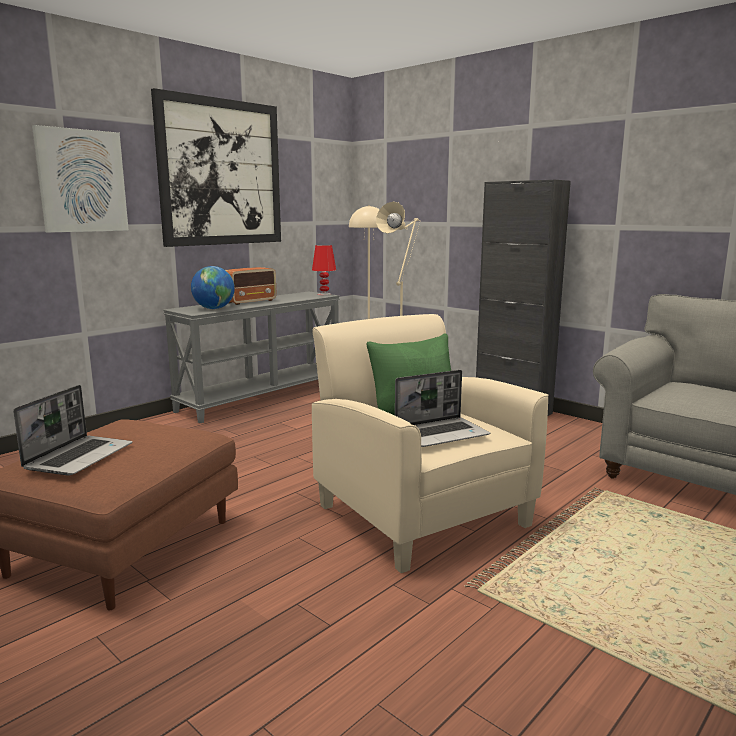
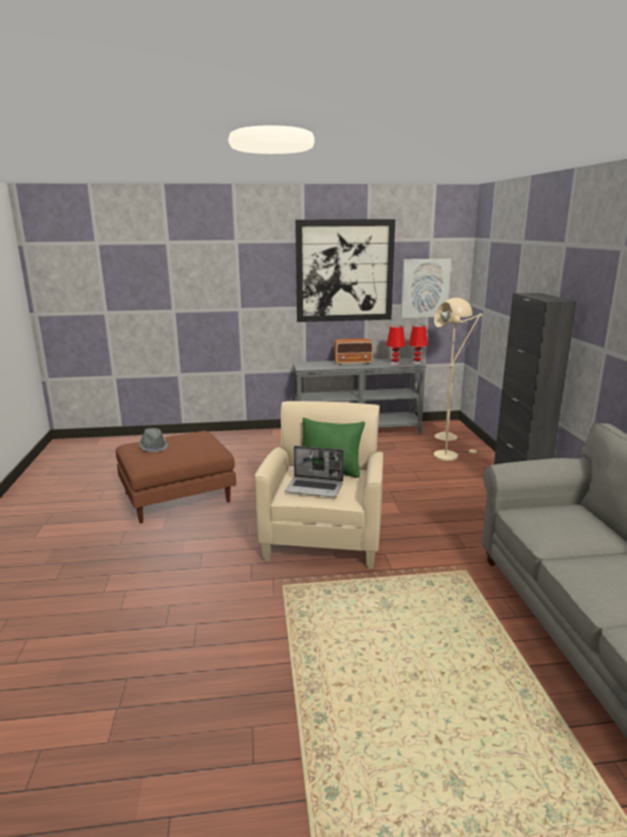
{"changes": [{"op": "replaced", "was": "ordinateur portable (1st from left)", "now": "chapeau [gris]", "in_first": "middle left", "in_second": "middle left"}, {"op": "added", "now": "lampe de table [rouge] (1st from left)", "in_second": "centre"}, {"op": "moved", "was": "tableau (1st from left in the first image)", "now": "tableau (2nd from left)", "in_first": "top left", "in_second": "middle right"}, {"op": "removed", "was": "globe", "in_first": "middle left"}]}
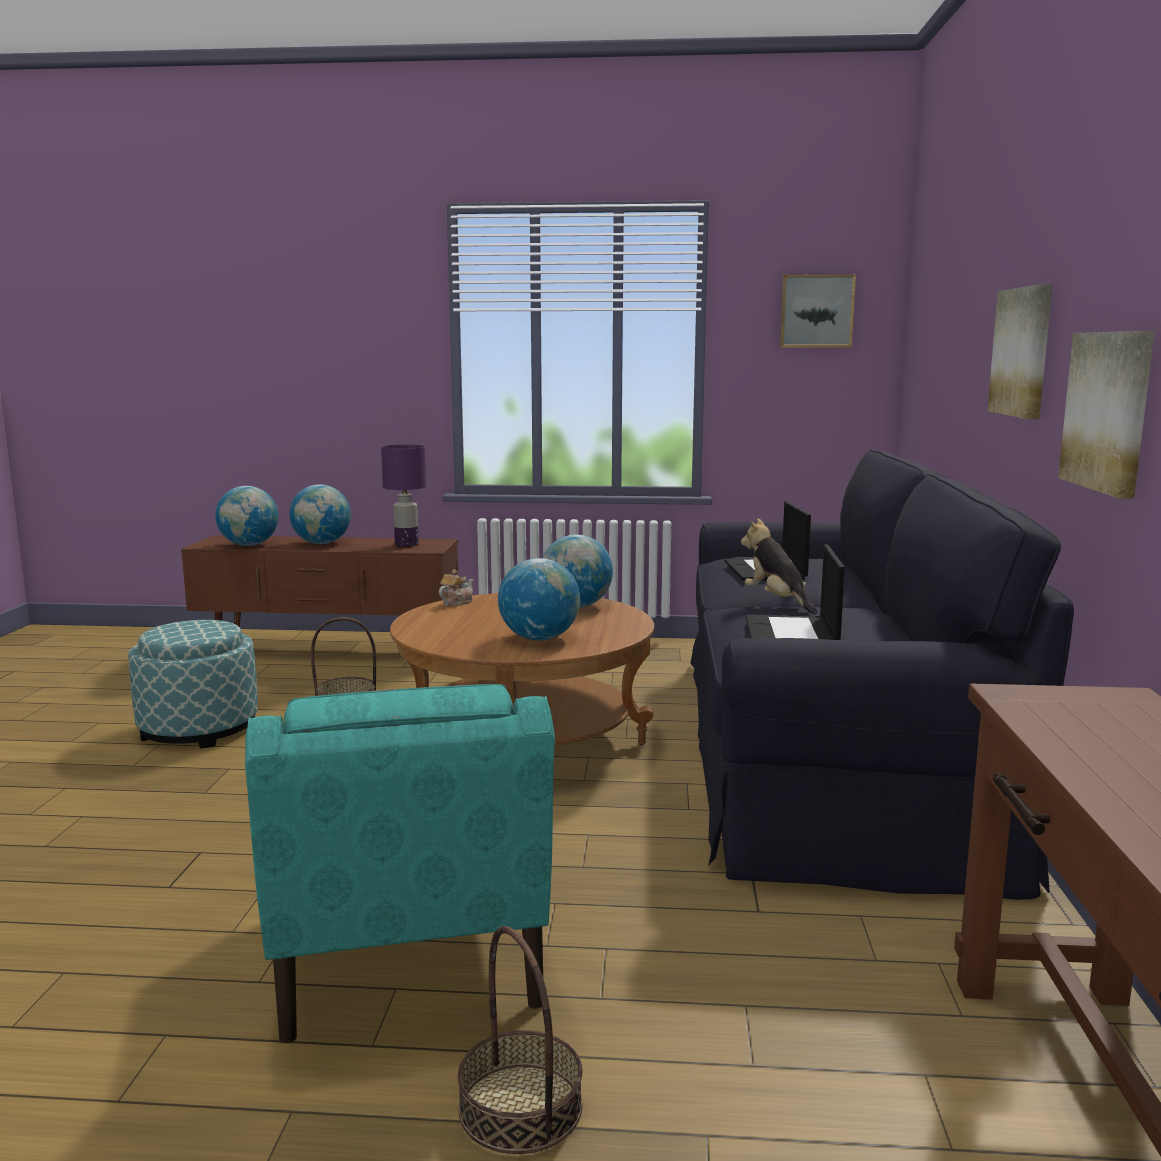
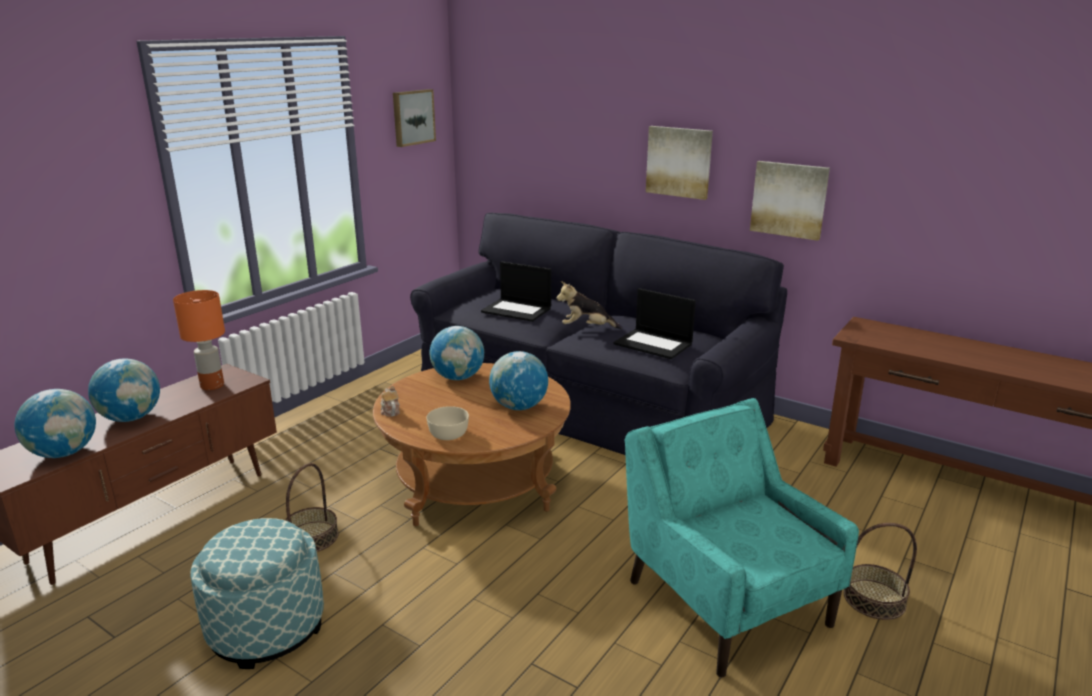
{"changes": [{"op": "recoloured", "was": "lampe de table [violet]", "now": "lampe de table [orange]", "in_first": "centre", "in_second": "middle left"}, {"op": "added", "now": "bol [beige]", "in_second": "centre"}, {"op": "turned", "was": "fauteuil [turquoise]", "in_first": "bottom centre", "in_second": "bottom right", "clockwise": -135}]}
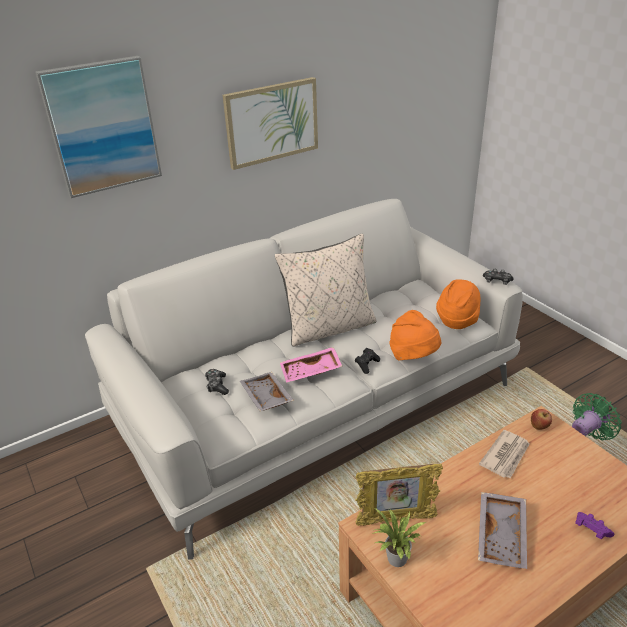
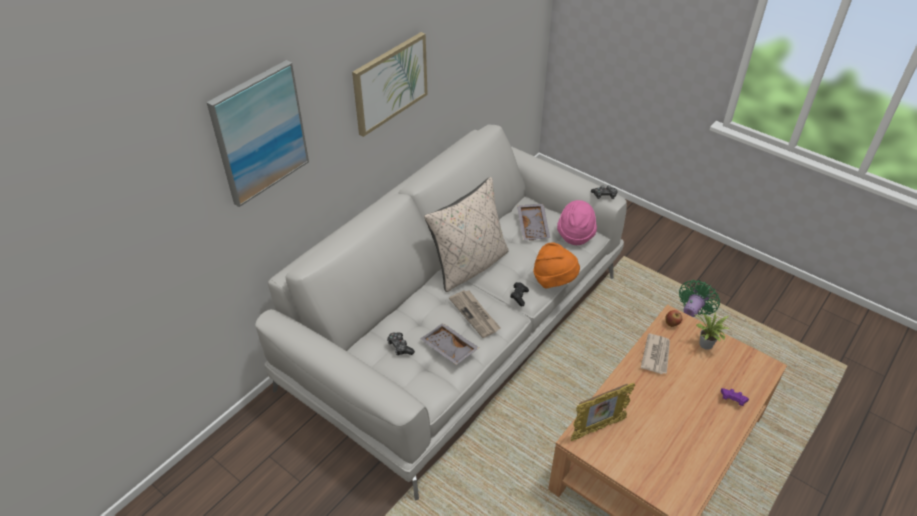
{"changes": [{"op": "replaced", "was": "plateau [rose]", "now": "journal (1st from left)", "in_first": "centre", "in_second": "centre"}, {"op": "moved", "was": "plateau [gris] (2nd from left)", "in_first": "bottom right", "in_second": "centre"}, {"op": "recoloured", "was": "chapeau [orange] (2nd from left)", "now": "chapeau [rose]", "in_first": "middle right", "in_second": "centre"}, {"op": "moved", "was": "plante en pot", "in_first": "bottom centre", "in_second": "middle right"}]}
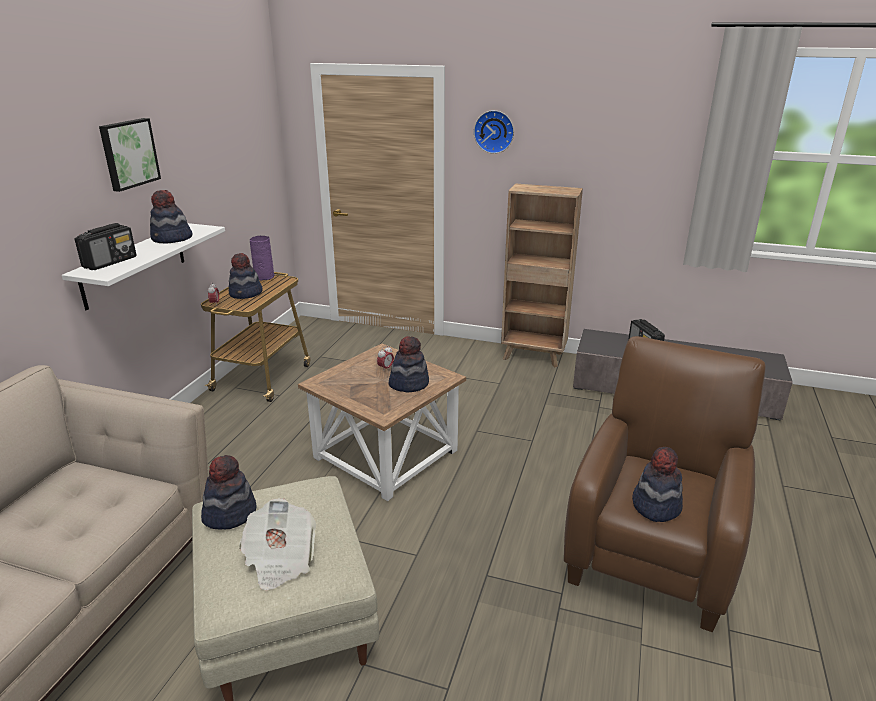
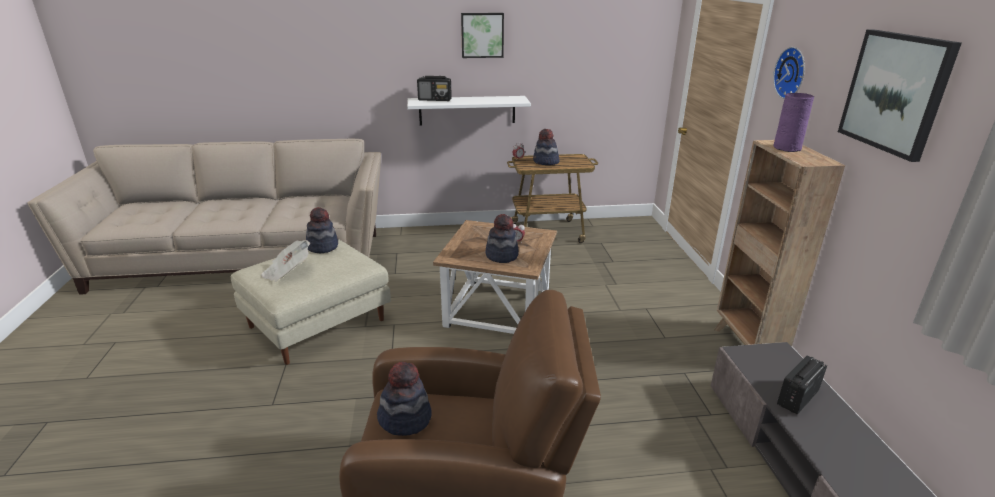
{"changes": [{"op": "moved", "was": "vase [violet]", "in_first": "middle left", "in_second": "top right"}, {"op": "added", "now": "tableau (2nd from left)", "in_second": "top right"}, {"op": "removed", "was": "chapeau (1st from left)", "in_first": "top left"}]}
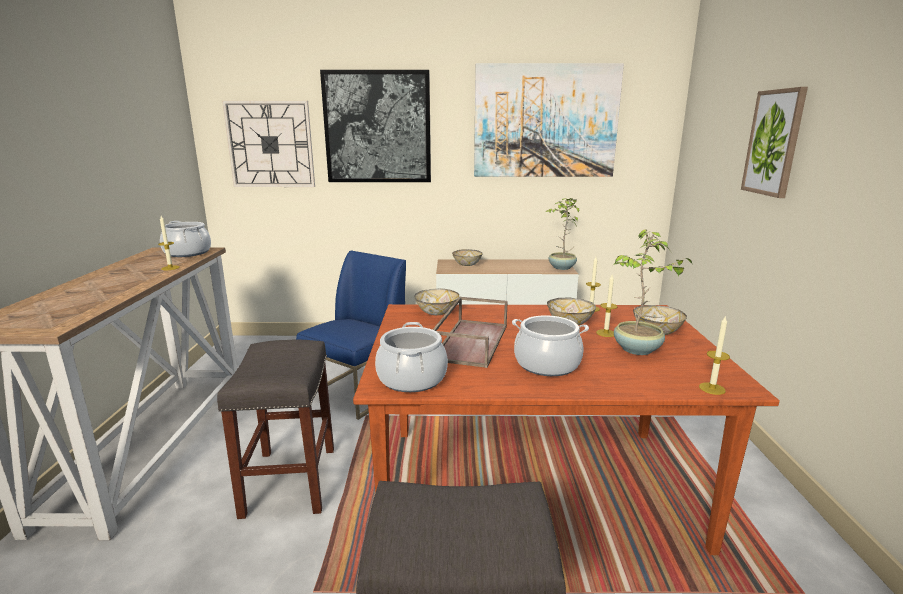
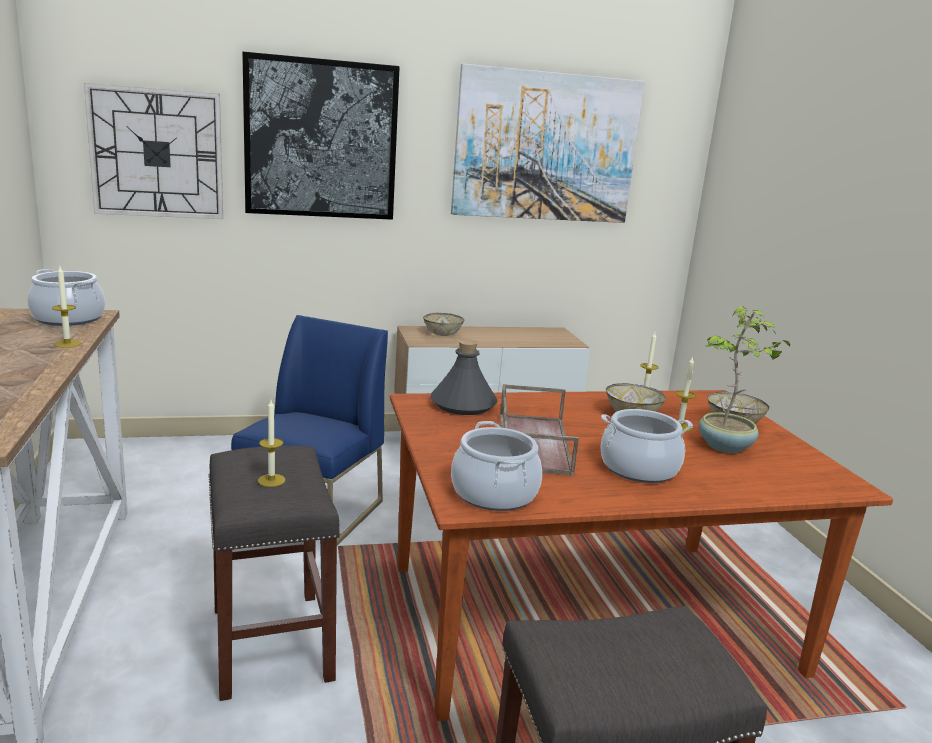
{"changes": [{"op": "moved", "was": "bougie (4th from left in the first image)", "now": "bougie (2nd from left)", "in_first": "middle right", "in_second": "middle left"}, {"op": "replaced", "was": "bol (1st from left)", "now": "bouteille [gris]", "in_first": "centre", "in_second": "centre"}, {"op": "removed", "was": "plante en pot (1st from left)", "in_first": "centre"}, {"op": "removed", "was": "tableau (3rd from left)", "in_first": "top right"}]}
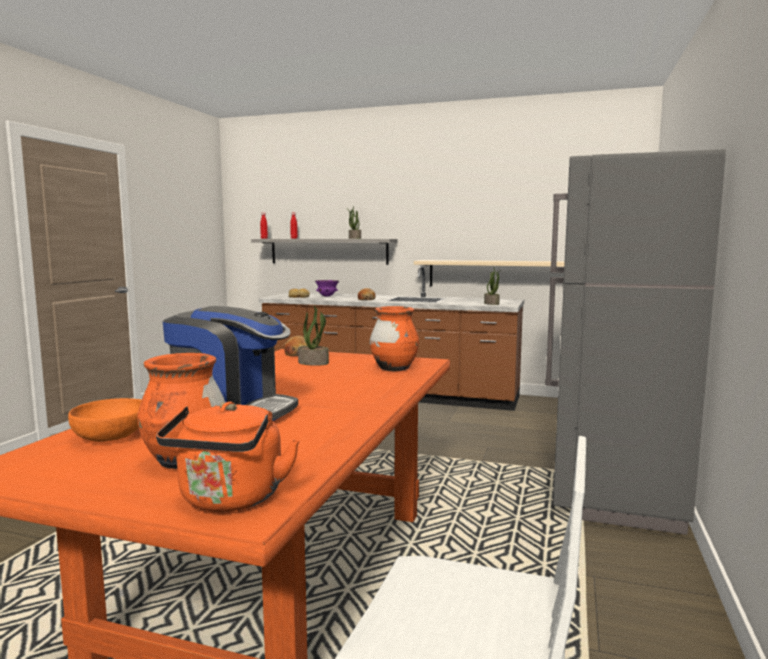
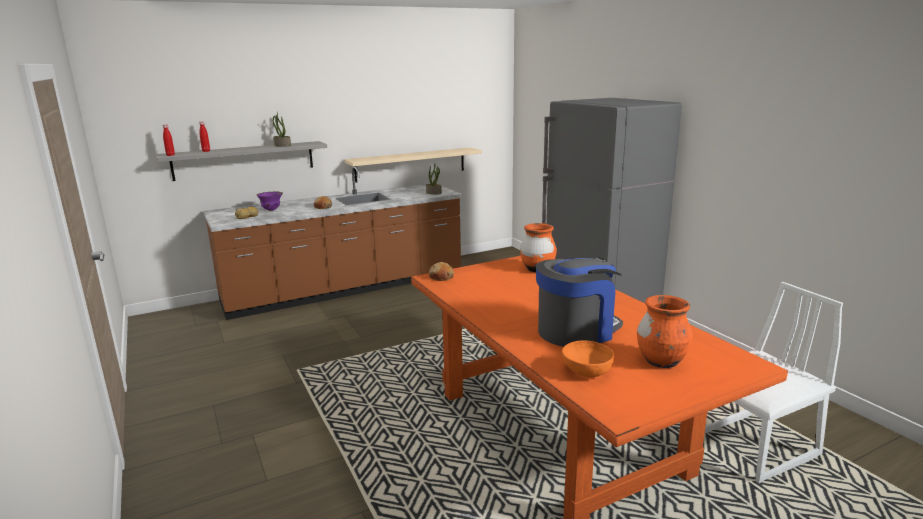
{"changes": [{"op": "removed", "was": "bouilloire [orange]", "in_first": "bottom left"}, {"op": "removed", "was": "plante en pot (1st from left)", "in_first": "centre"}]}
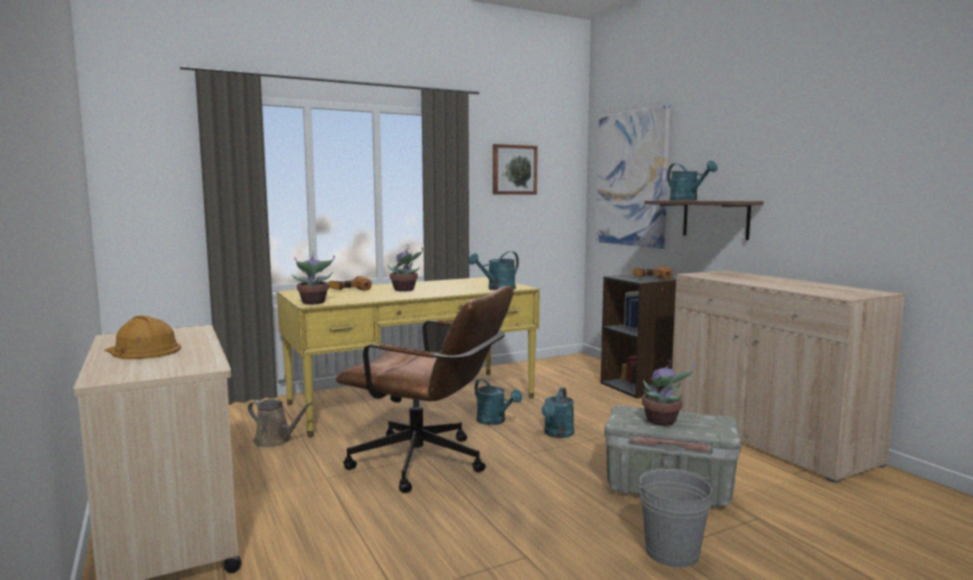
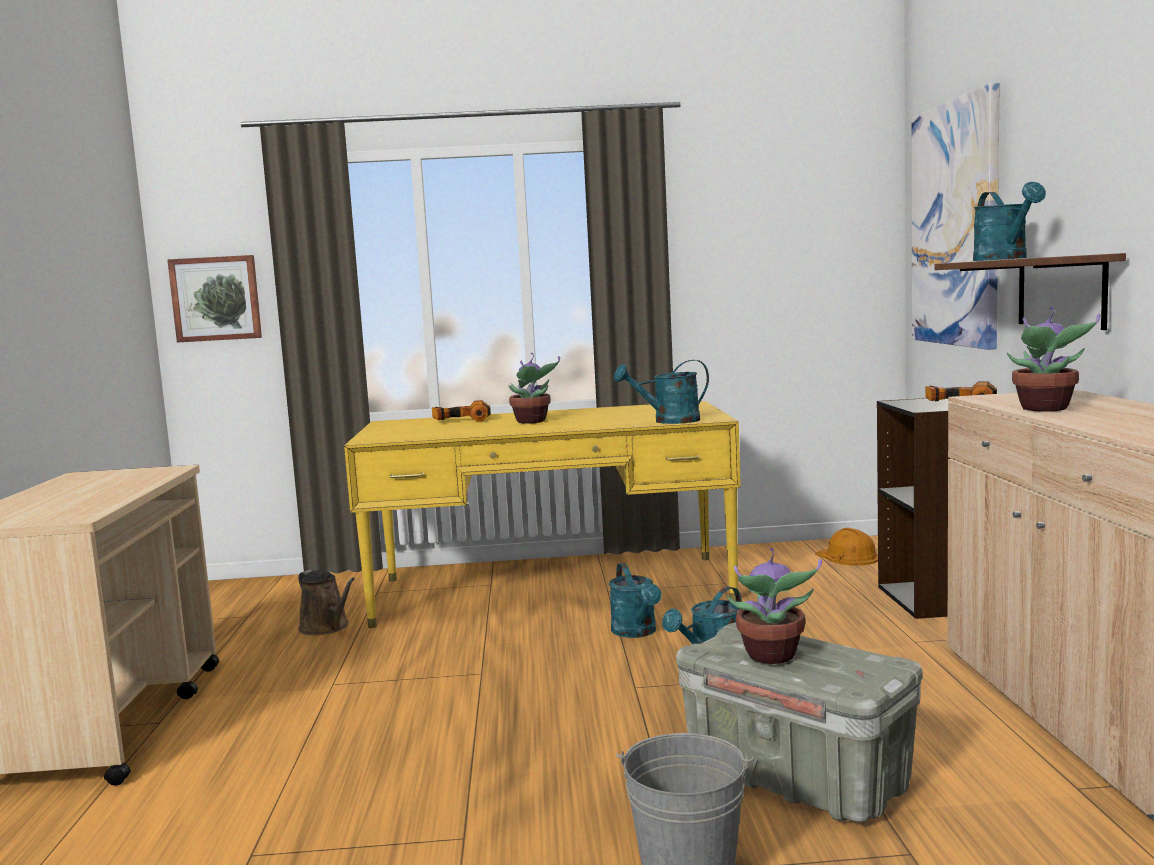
{"changes": [{"op": "moved", "was": "tableau (1st from left)", "in_first": "top centre", "in_second": "middle left"}, {"op": "moved", "was": "casque de chantier [orange]", "in_first": "middle left", "in_second": "middle right"}, {"op": "moved", "was": "plante en pot (1st from left in the first image)", "now": "plante en pot (3rd from left)", "in_first": "middle left", "in_second": "middle right"}, {"op": "removed", "was": "chaise de bureau [marron]", "in_first": "bottom centre"}]}
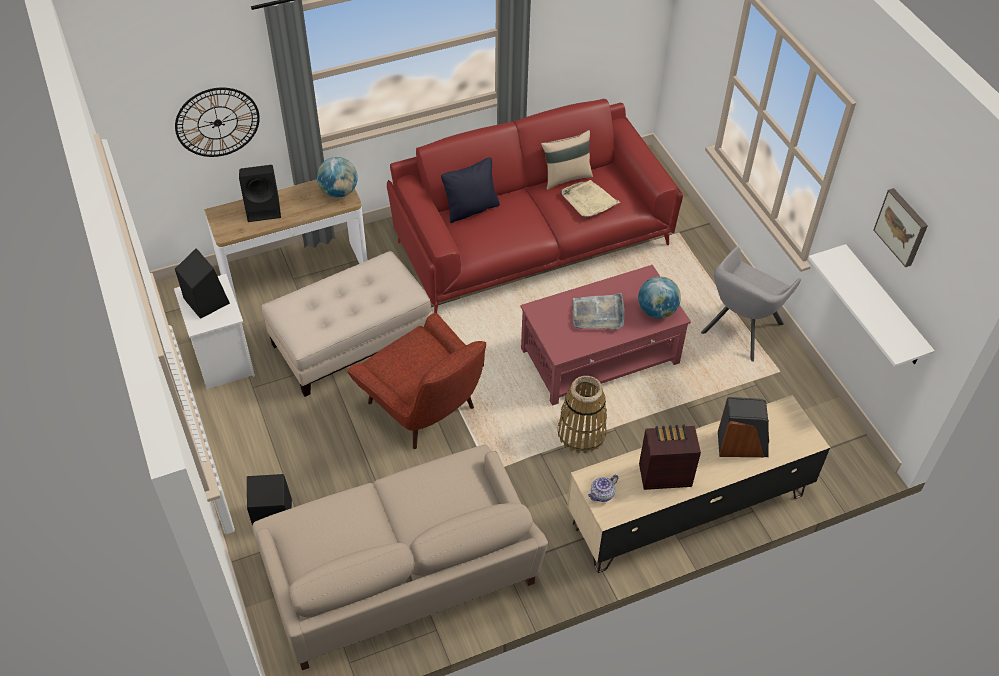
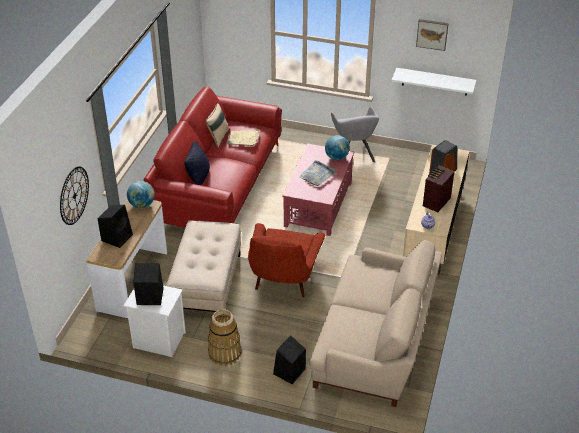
{"changes": [{"op": "moved", "was": "panier", "in_first": "centre", "in_second": "bottom centre"}, {"op": "turned", "was": "fauteuil [rouge]", "in_first": "centre", "in_second": "centre", "clockwise": 105}]}
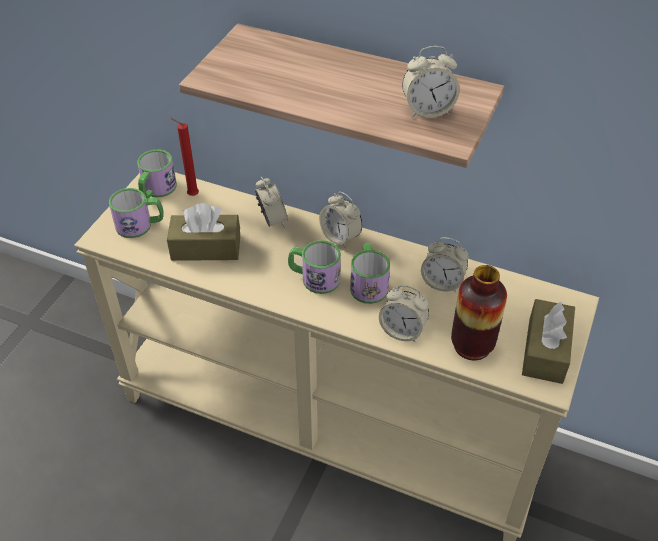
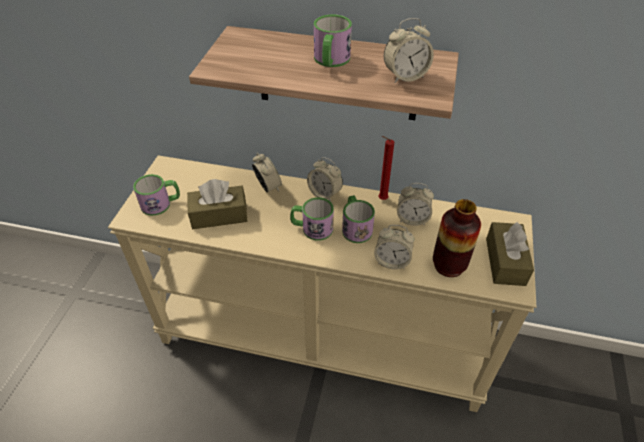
{"changes": [{"op": "moved", "was": "mug (2nd from left in the first image)", "now": "mug (3rd from left)", "in_first": "top left", "in_second": "top centre"}, {"op": "moved", "was": "bougie [rouge]", "in_first": "top left", "in_second": "centre"}]}
